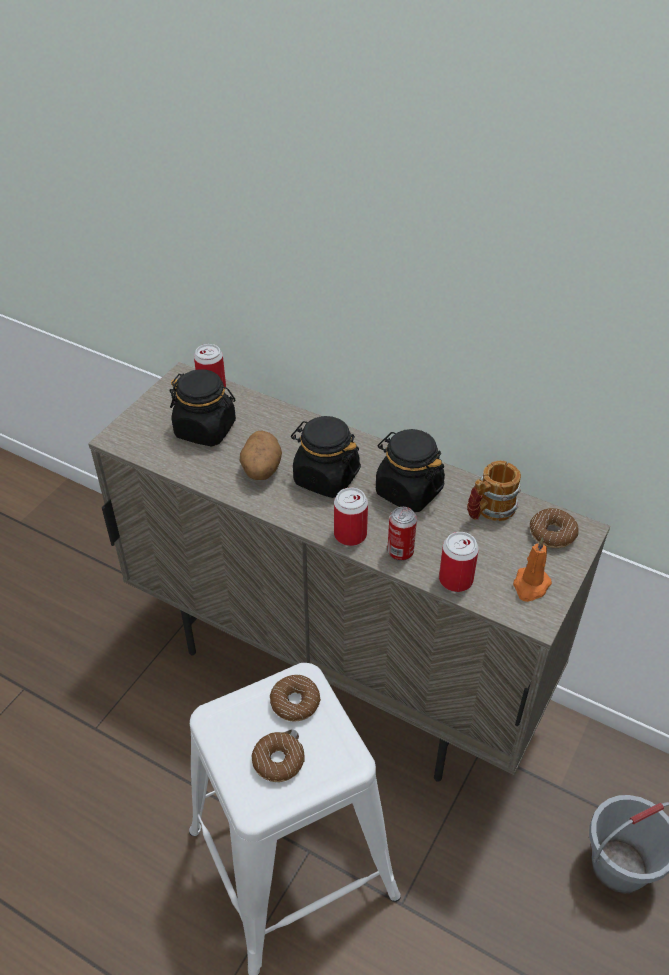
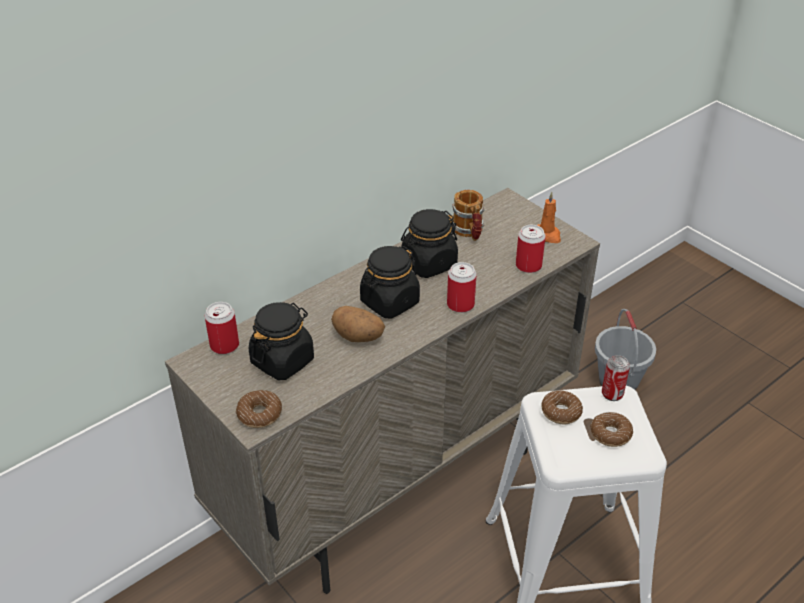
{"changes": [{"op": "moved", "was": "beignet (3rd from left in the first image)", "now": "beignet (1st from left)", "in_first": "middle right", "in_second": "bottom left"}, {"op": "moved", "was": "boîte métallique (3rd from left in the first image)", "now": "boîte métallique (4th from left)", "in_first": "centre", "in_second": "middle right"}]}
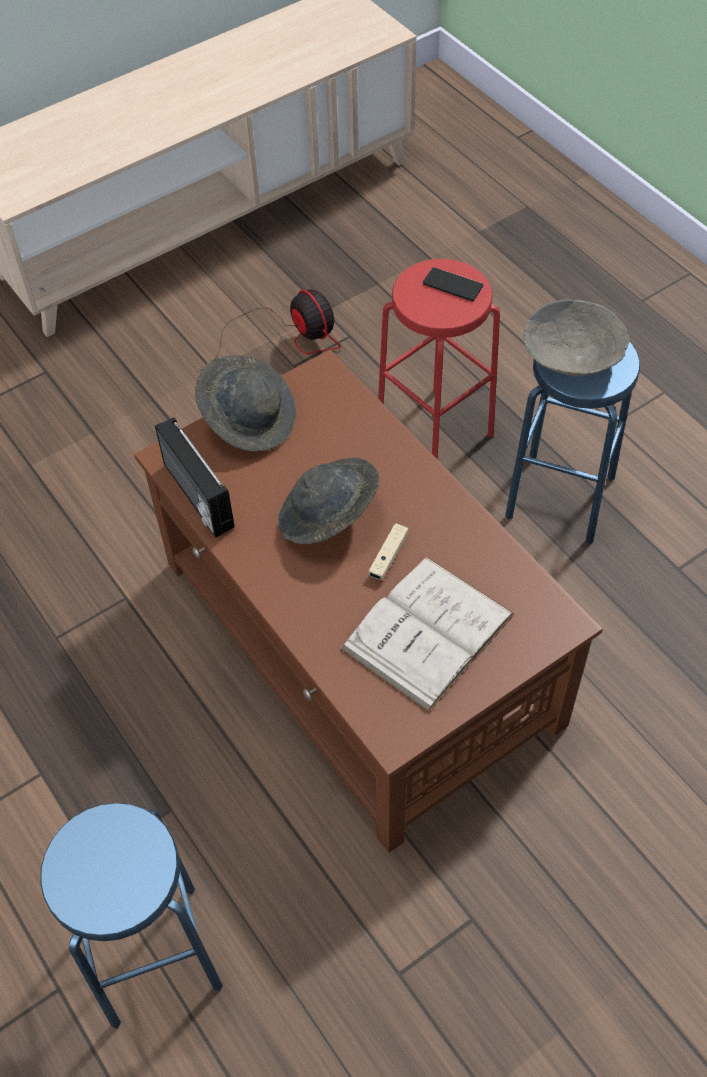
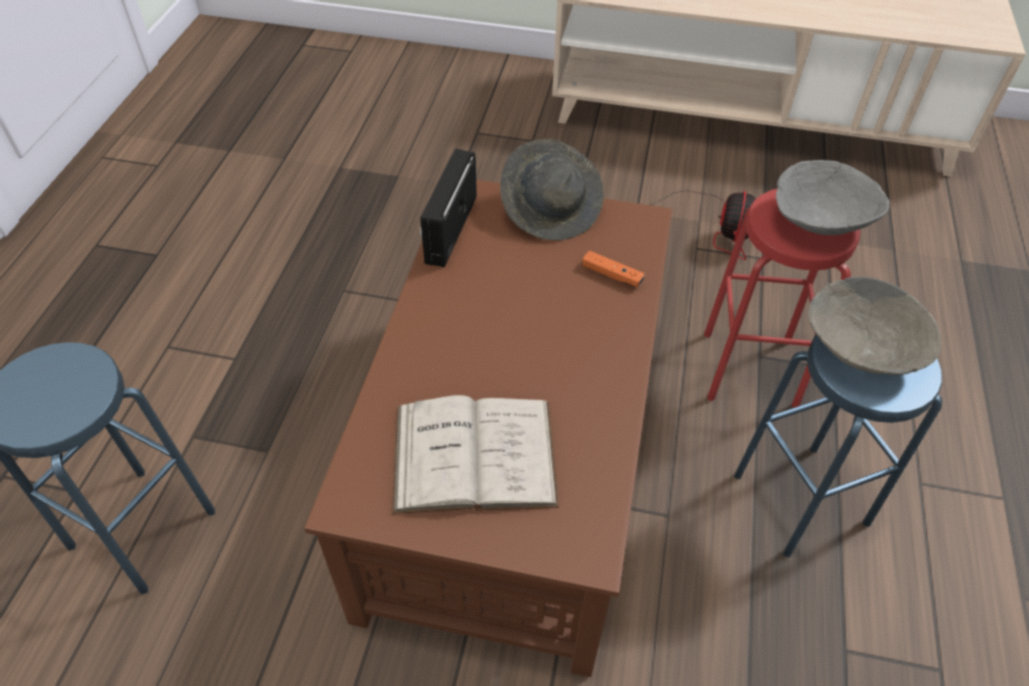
{"changes": [{"op": "added", "now": "manette [orange]", "in_second": "centre"}, {"op": "replaced", "was": "téléphone", "now": "bol [gris] (1st from left)", "in_first": "top centre", "in_second": "top right"}, {"op": "removed", "was": "chapeau [gris] (2nd from left)", "in_first": "centre"}, {"op": "removed", "was": "manette [beige]", "in_first": "centre"}]}
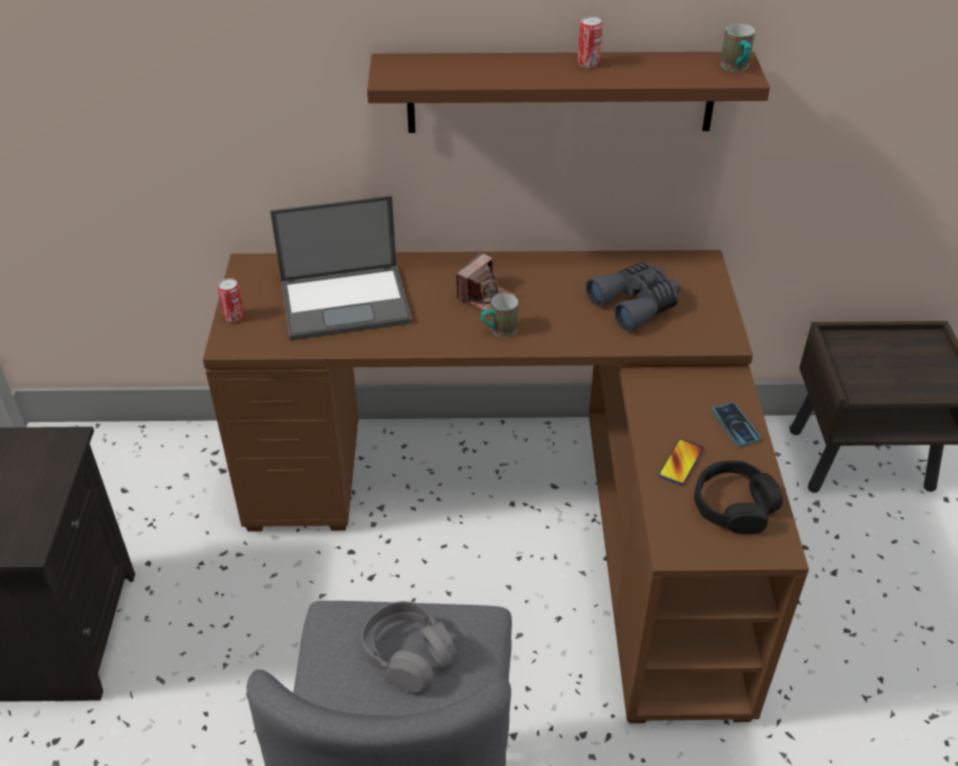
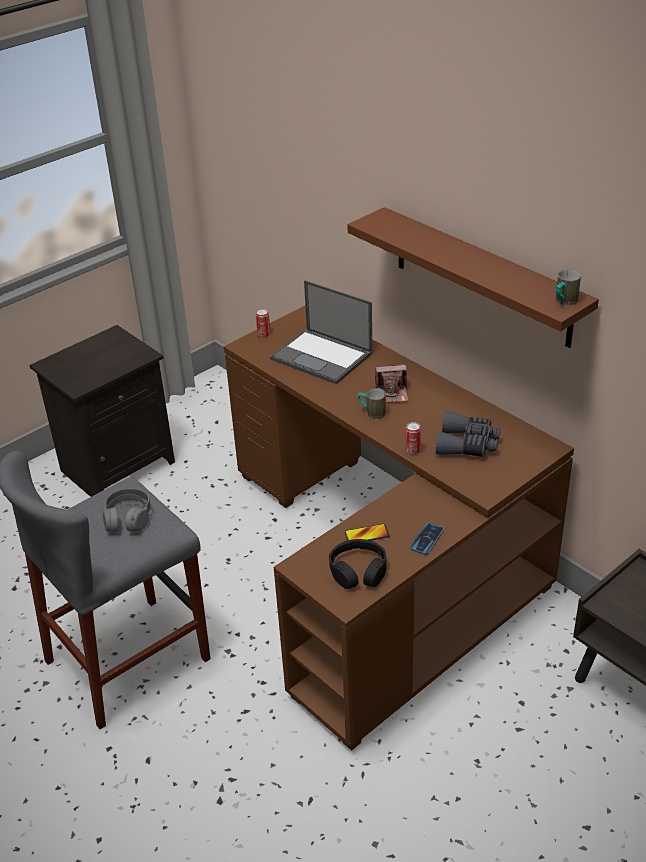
{"changes": [{"op": "moved", "was": "boîte métallique (2nd from left)", "in_first": "top centre", "in_second": "centre"}]}
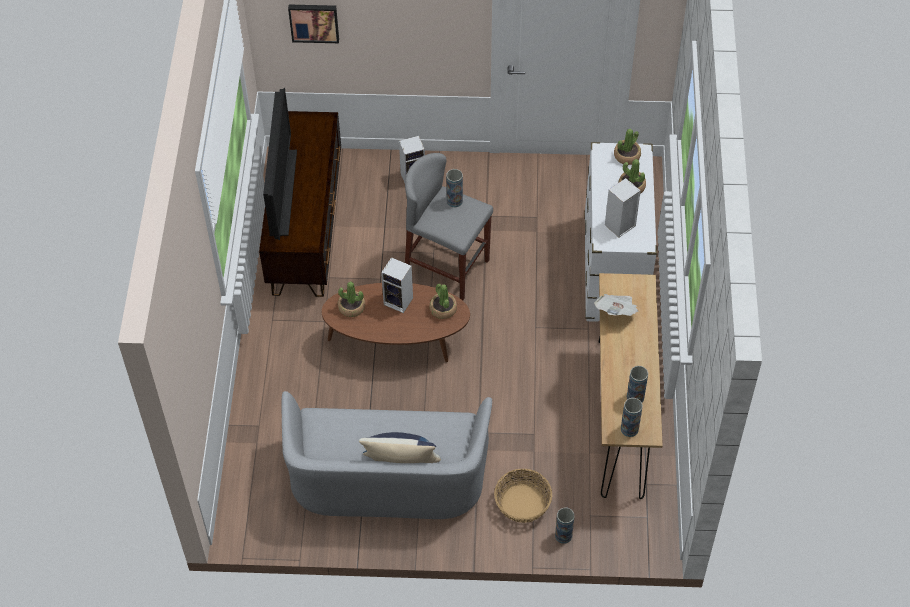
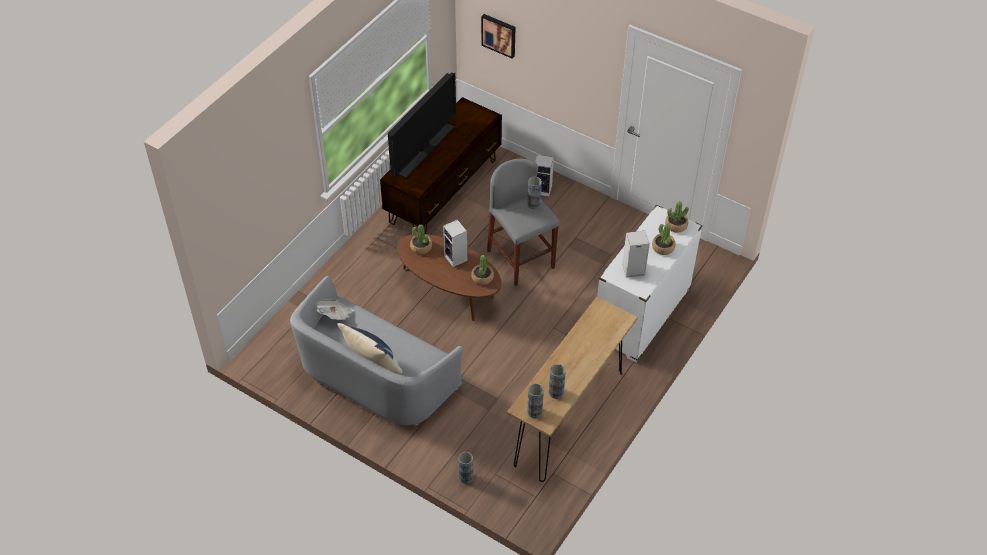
{"changes": [{"op": "moved", "was": "journal", "in_first": "middle right", "in_second": "centre"}, {"op": "removed", "was": "panier", "in_first": "bottom centre"}]}
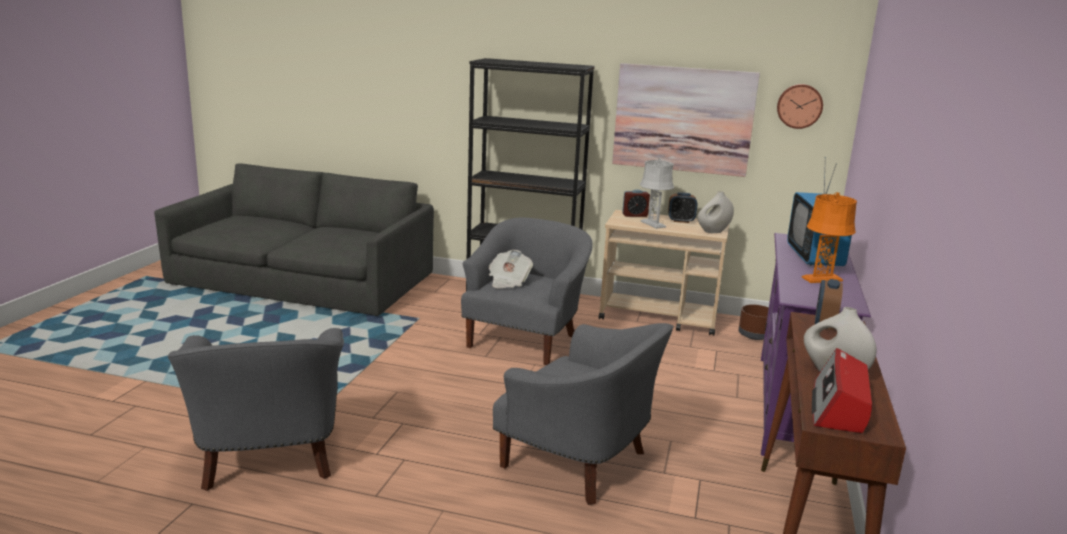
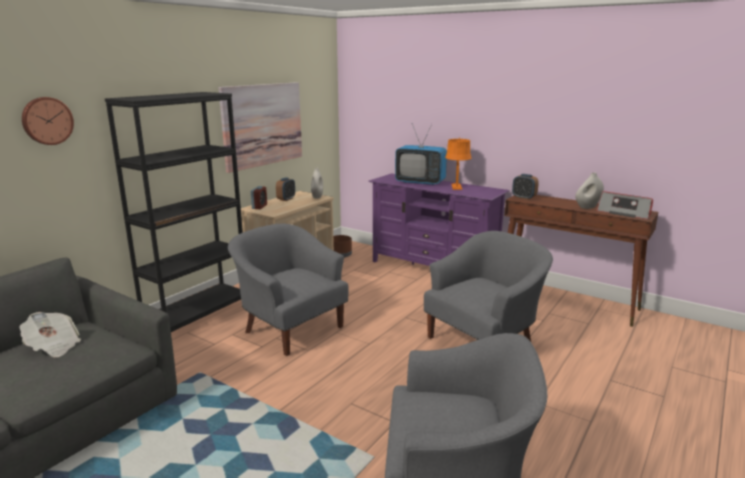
{"changes": [{"op": "moved", "was": "journal", "in_first": "centre", "in_second": "bottom left"}, {"op": "moved", "was": "horloge murale", "in_first": "top right", "in_second": "top left"}, {"op": "removed", "was": "lampe de table [gris]", "in_first": "centre"}]}
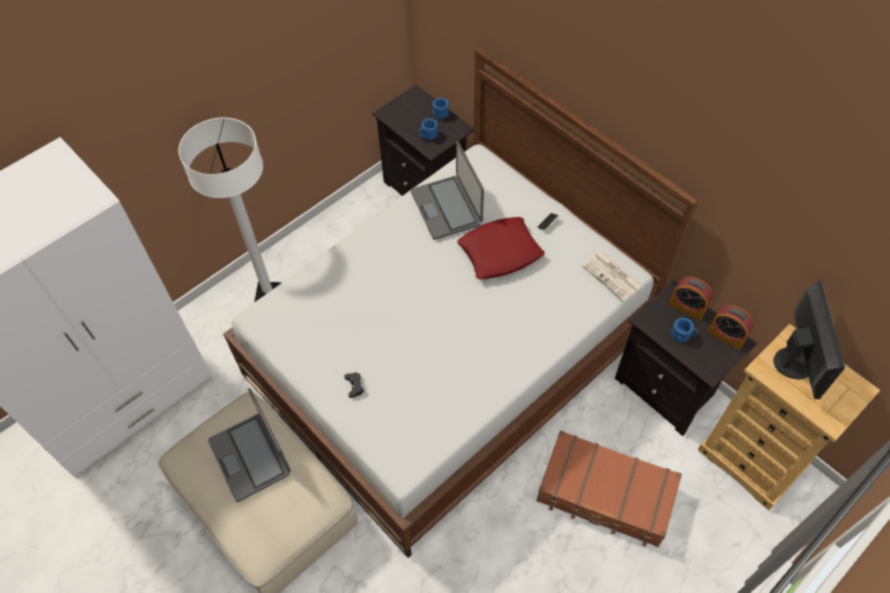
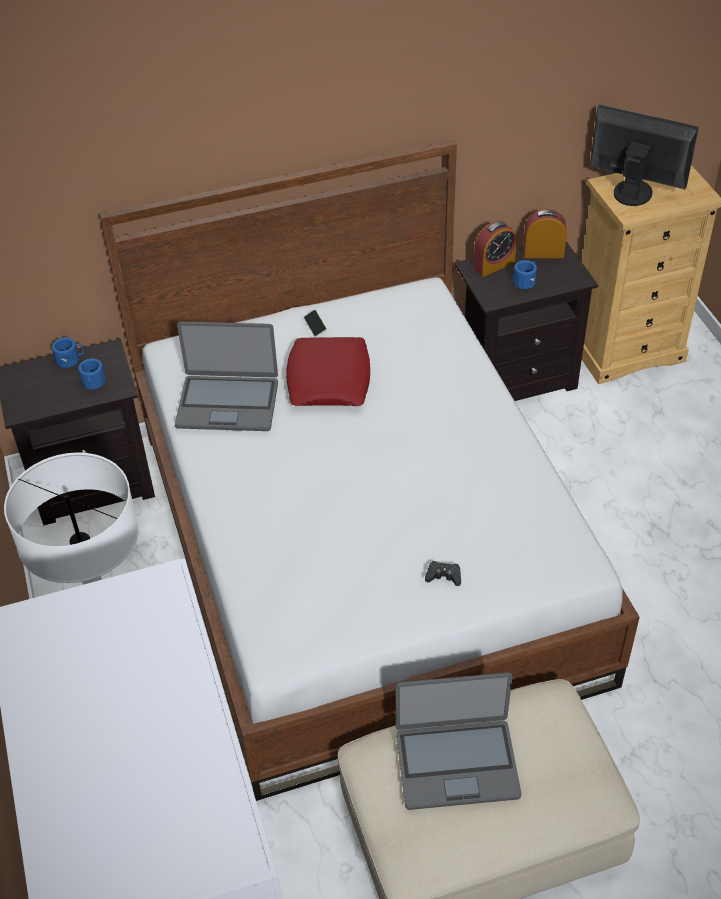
{"changes": [{"op": "turned", "was": "réveil (2nd from left)", "in_first": "middle right", "in_second": "top right", "clockwise": -150}, {"op": "removed", "was": "valise [marron]", "in_first": "bottom right"}, {"op": "removed", "was": "journal", "in_first": "middle right"}]}
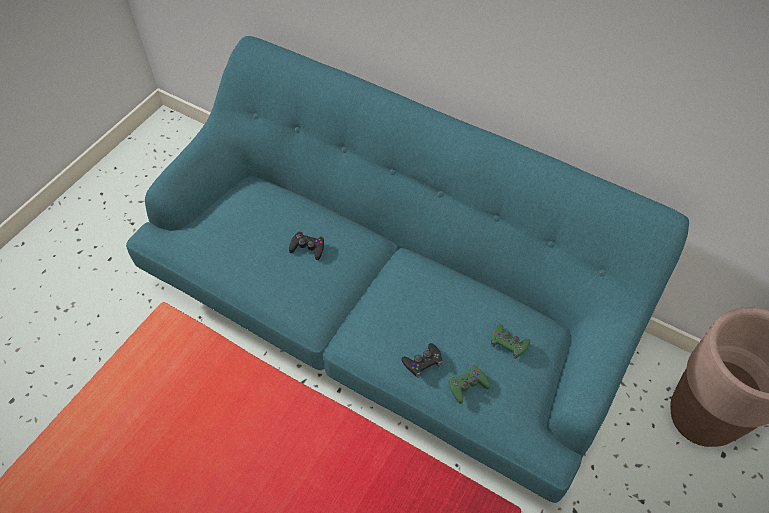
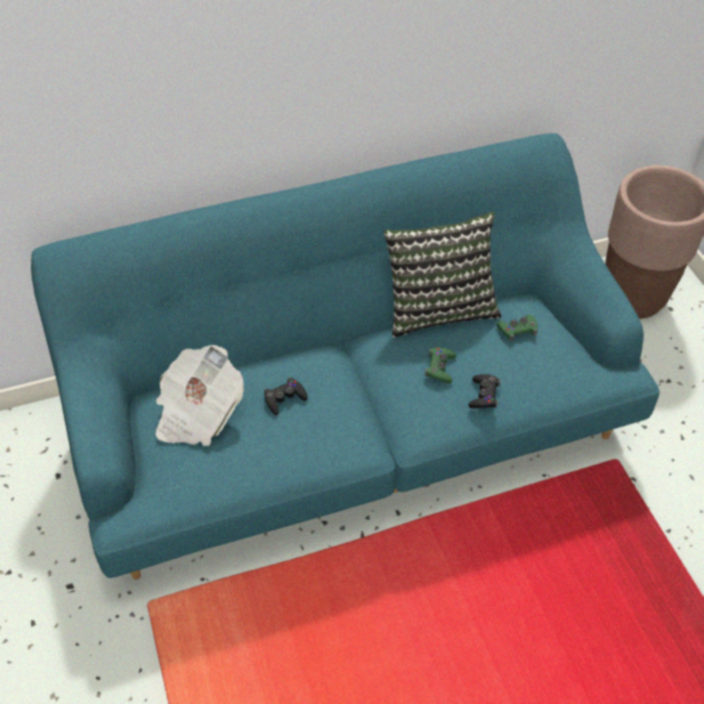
{"changes": [{"op": "added", "now": "journal", "in_second": "middle left"}, {"op": "added", "now": "coussin", "in_second": "centre"}, {"op": "moved", "was": "manette [vert] (1st from left)", "in_first": "bottom centre", "in_second": "centre"}]}
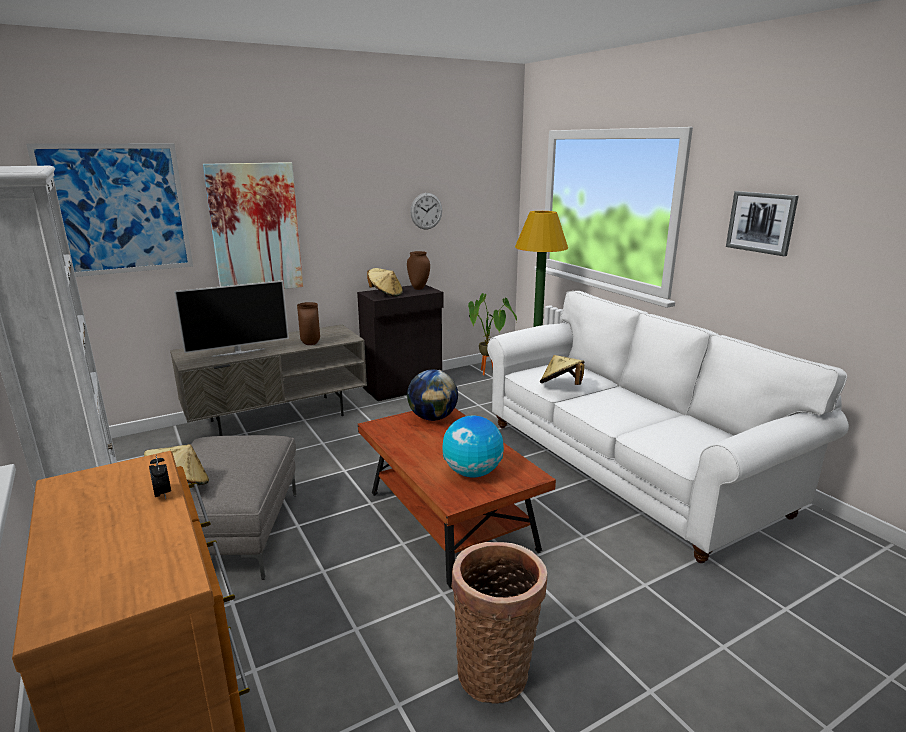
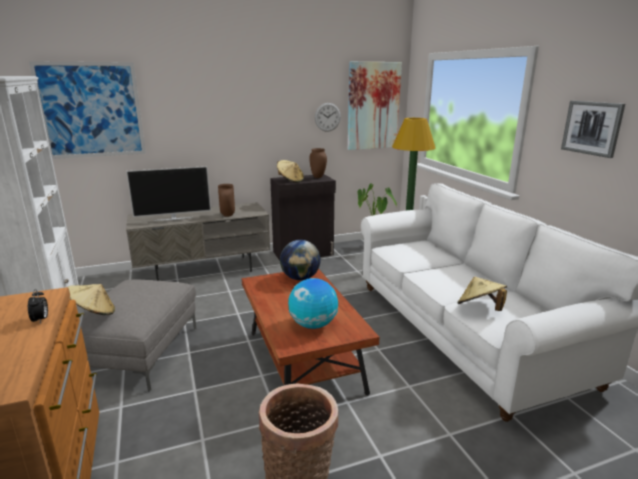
{"changes": [{"op": "moved", "was": "tableau (2nd from left)", "in_first": "top left", "in_second": "top centre"}, {"op": "moved", "was": "chapeau [beige] (3rd from left)", "in_first": "centre", "in_second": "middle right"}]}
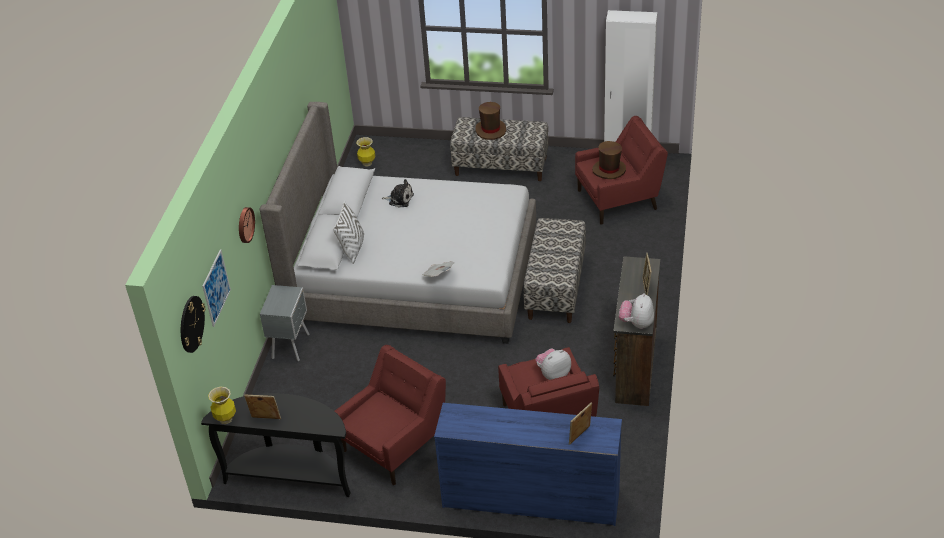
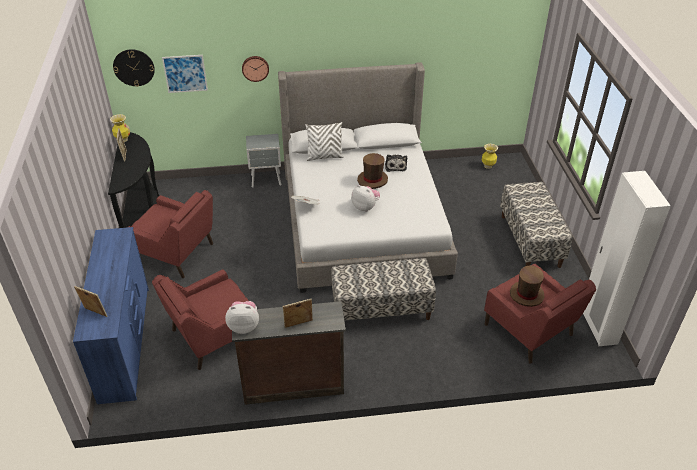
{"changes": [{"op": "moved", "was": "peluche (2nd from left)", "in_first": "bottom centre", "in_second": "centre"}, {"op": "moved", "was": "chapeau [marron] (1st from left)", "in_first": "top centre", "in_second": "centre"}]}
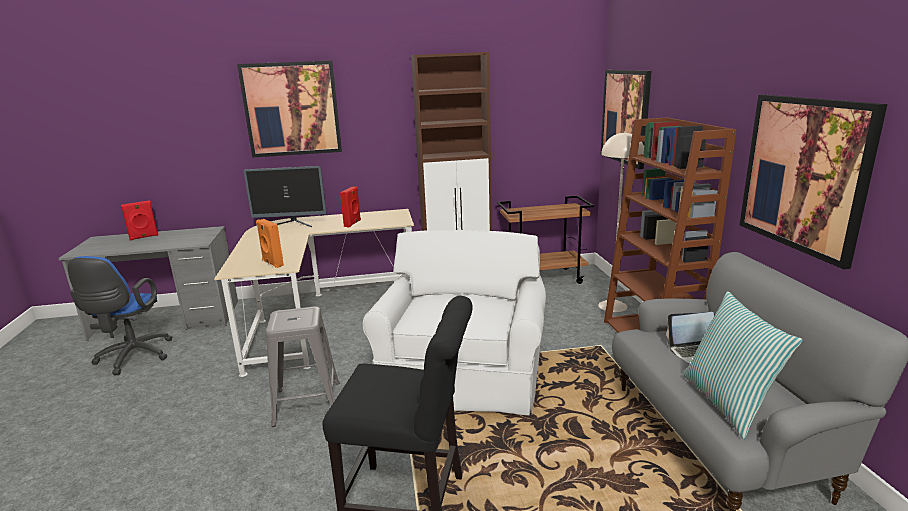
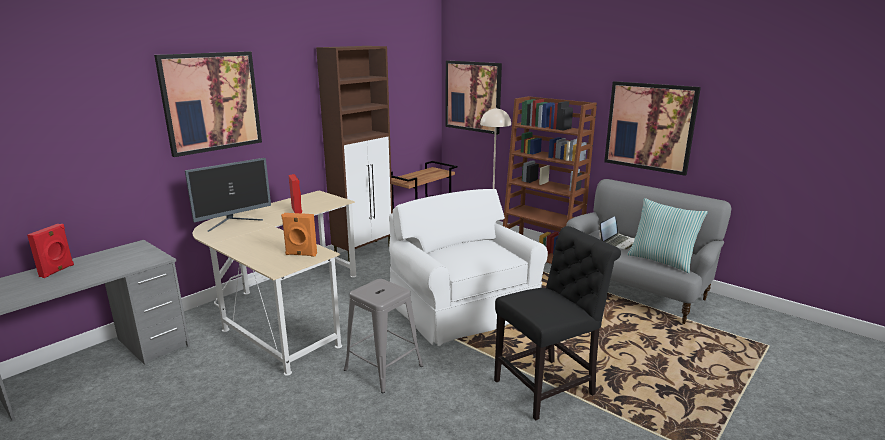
{"changes": [{"op": "removed", "was": "chaise de bureau [bleu]", "in_first": "middle left"}]}
